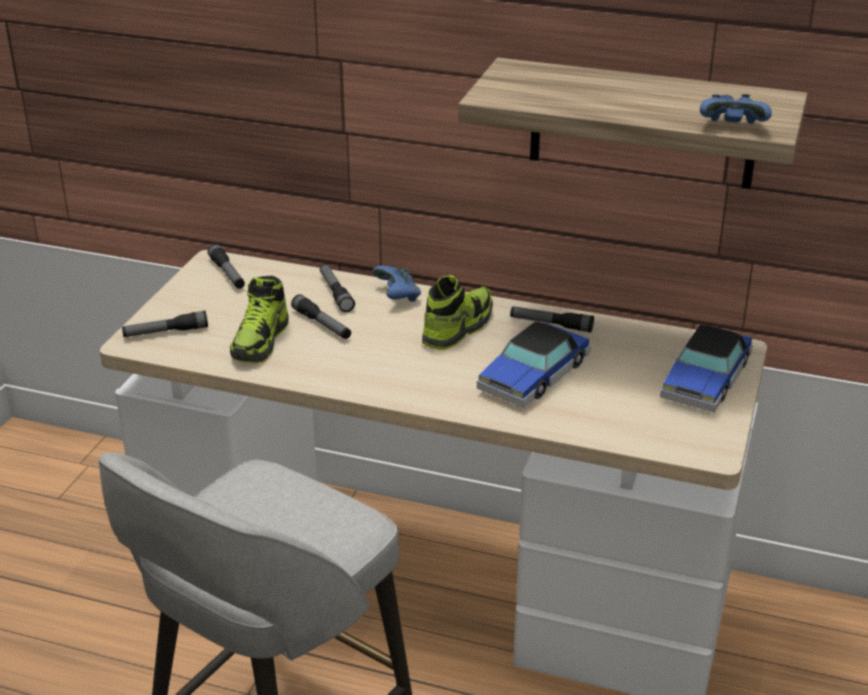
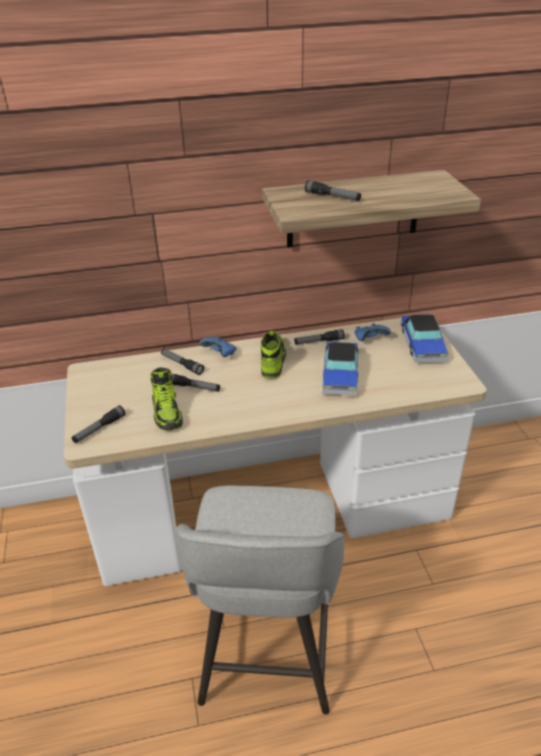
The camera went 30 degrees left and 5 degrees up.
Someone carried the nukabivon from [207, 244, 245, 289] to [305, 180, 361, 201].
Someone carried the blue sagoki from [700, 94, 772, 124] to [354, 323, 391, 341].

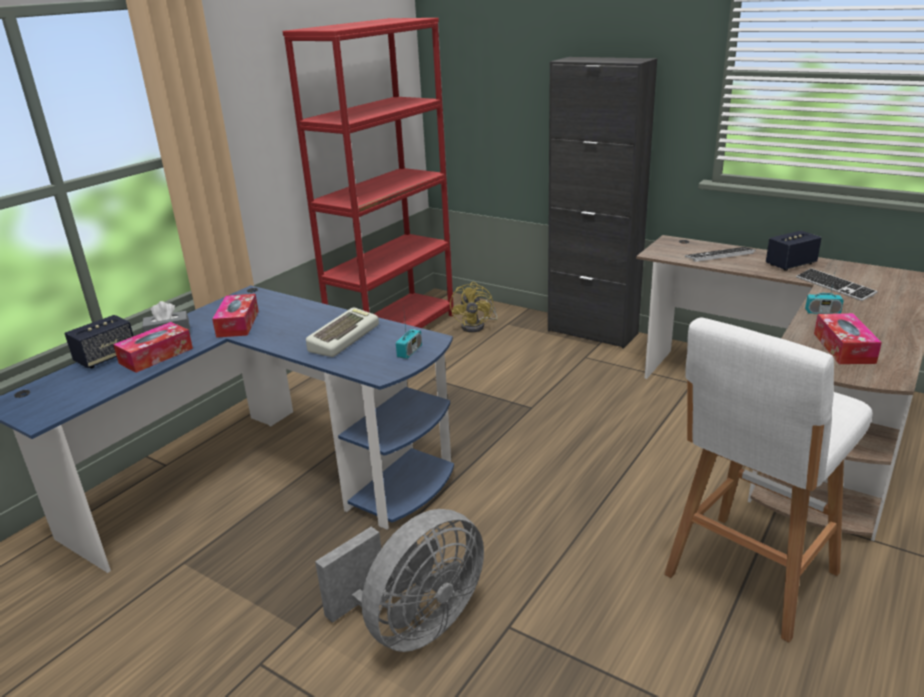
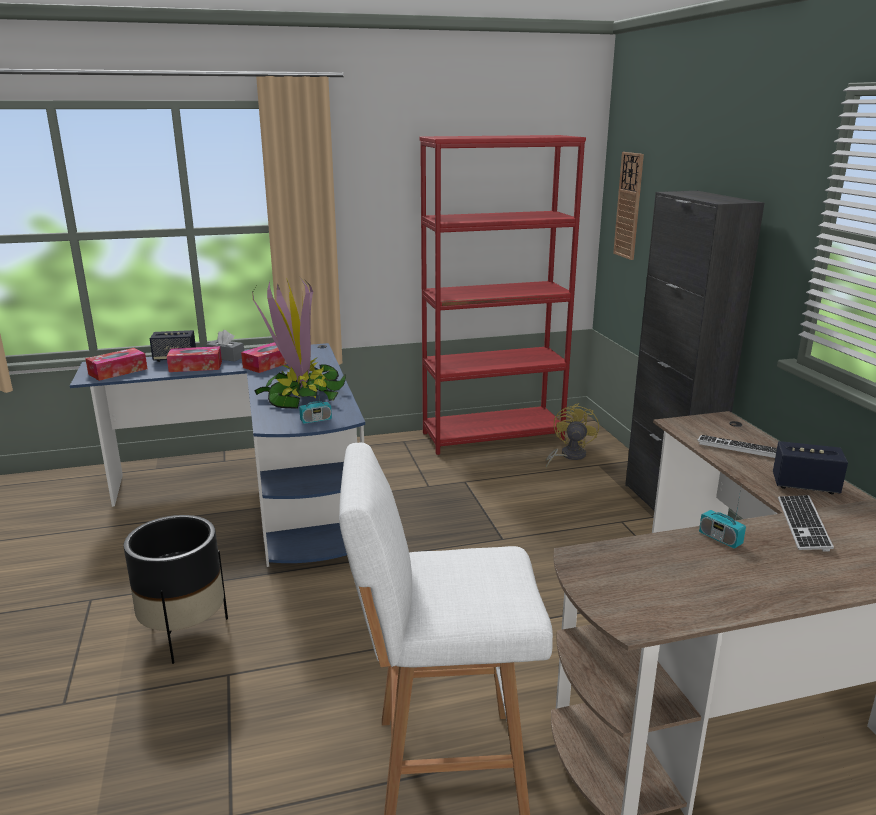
The camera went 40 degrees right and 5 degrees down.
Someone put up the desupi at [613, 152, 644, 260].
Someone carried the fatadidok from [814, 313, 882, 364] to [85, 348, 147, 381].
Someone swapped the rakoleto at [306, 307, 379, 357] for the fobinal at [252, 278, 346, 409].
Someone swapped the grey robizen at [315, 509, 484, 652] for the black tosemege at [123, 515, 228, 664].
Someone rotated the yellow robizen at [450, 282, 498, 332] by 150 degrees clockwise.

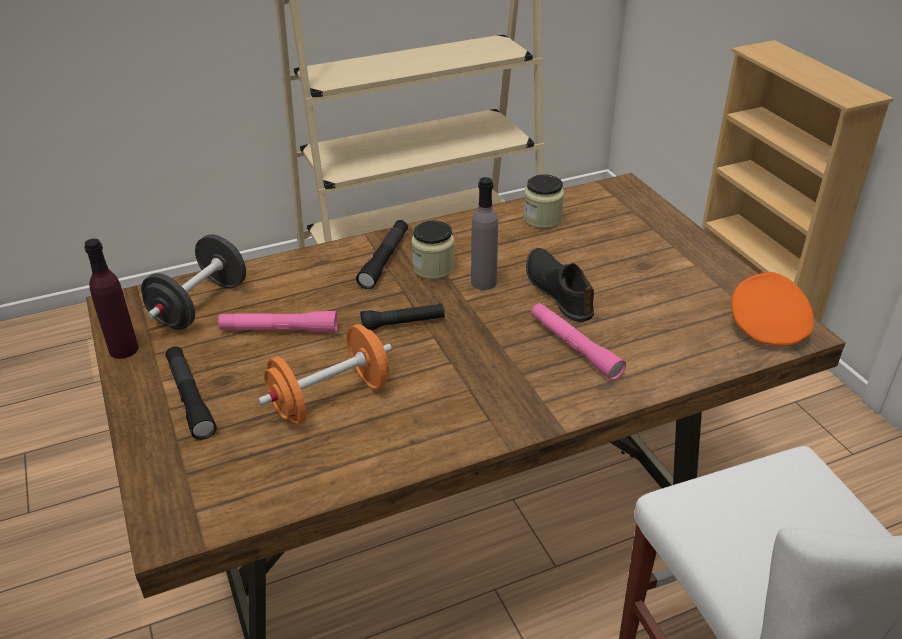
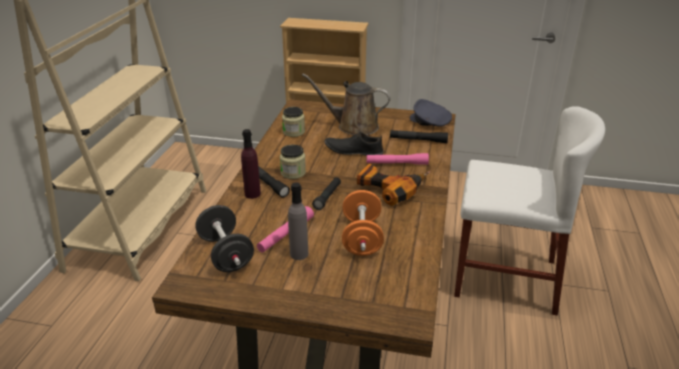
The camera went 55 degrees left and 5 degrees down.
Someone put down the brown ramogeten at [302, 74, 391, 135].
Someone put down the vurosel at [357, 164, 430, 206].
Someone carried the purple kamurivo from [84, 239, 139, 359] to [241, 129, 261, 199].
Someone carried the black nukabivon from [166, 346, 216, 440] to [390, 130, 448, 143].
Someone carried the grey kamurivo from [471, 177, 498, 290] to [288, 182, 308, 260].
Someone repainted the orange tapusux at [731, 272, 814, 346], which became the grey tapusux at [410, 99, 452, 127].

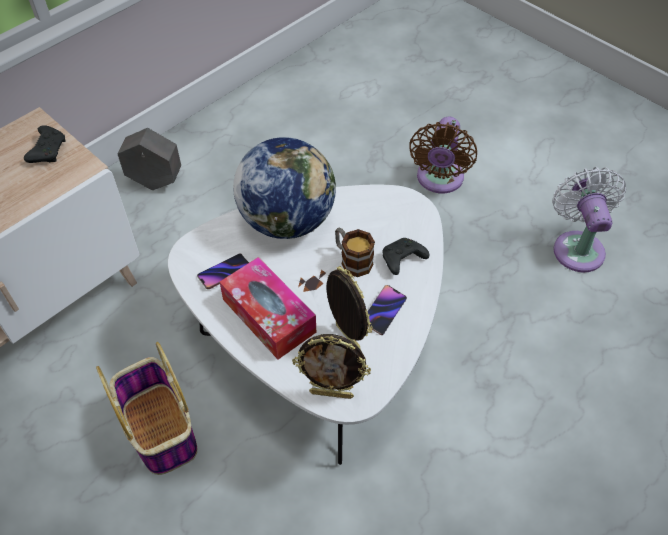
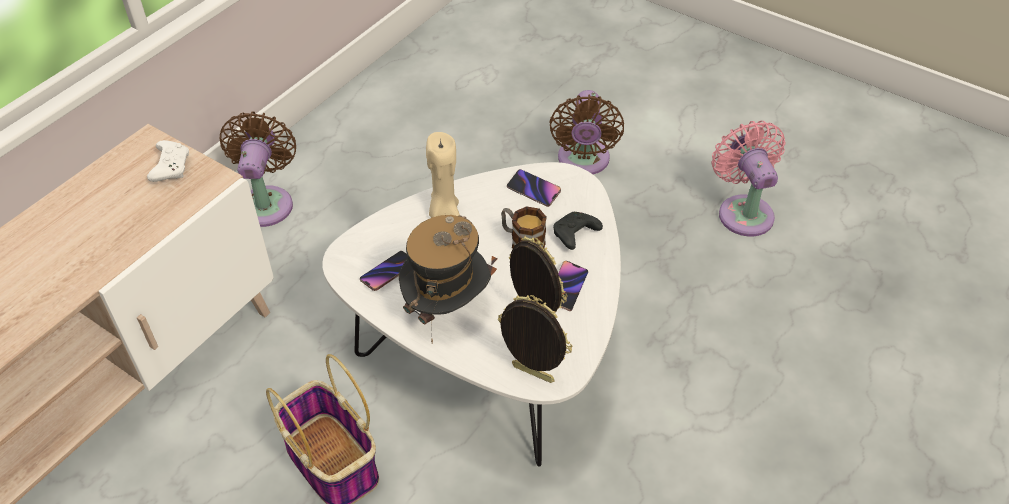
The camera went 10 degrees left and 5 degrees down.
Someone put down the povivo at [507, 169, 561, 207].
Someone swapped the grey tosemege at [118, 128, 181, 190] for the brown robizen at [220, 111, 296, 227].
Someone swapped the fatadidok at [220, 257, 316, 359] for the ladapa at [399, 215, 491, 343].
Someone swapped the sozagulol at [233, 137, 336, 239] for the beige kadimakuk at [426, 132, 460, 218].
Someone repainted the black sagoki at [24, 125, 66, 163], which became the white sagoki at [147, 140, 189, 182].
Someone repainted the white robizen at [552, 167, 626, 273], which became the pink robizen at [712, 121, 786, 236].
Someone rotated the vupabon at [292, 334, 371, 399] by 150 degrees counterclockwise.

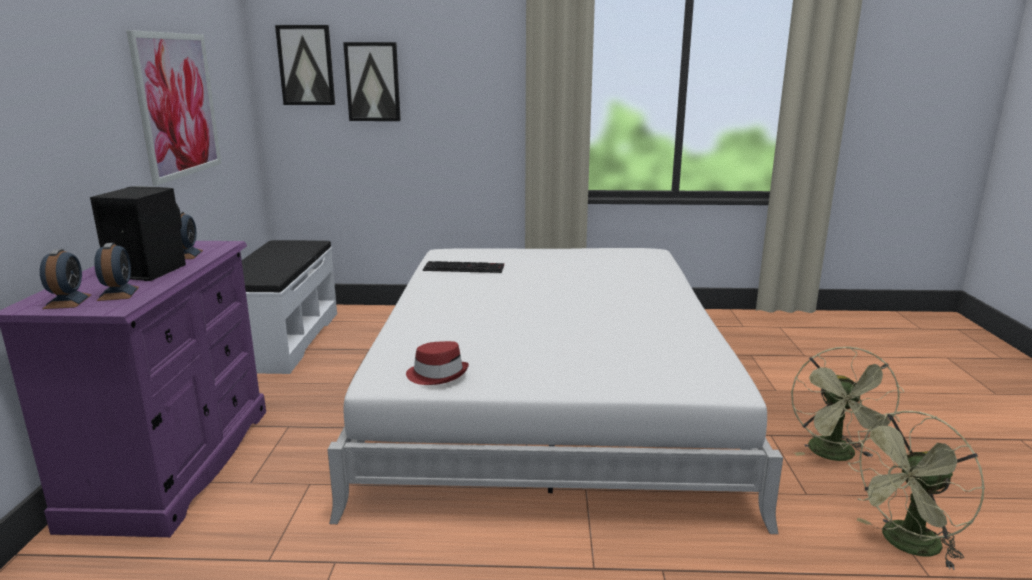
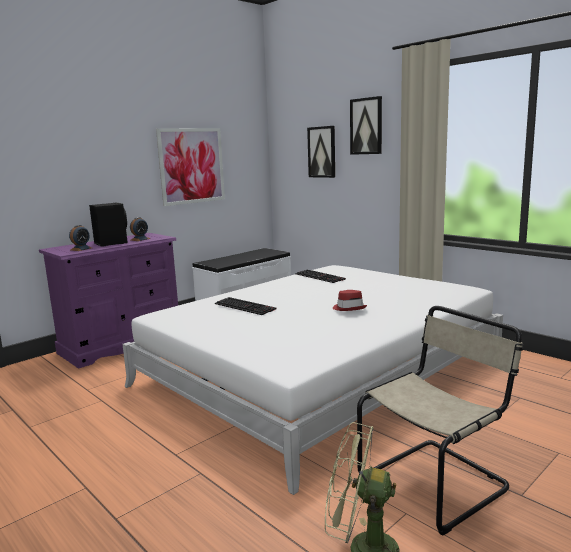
The camera went 45 degrees right and 5 degrees down.
Someone took away the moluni at [40, 249, 92, 309].
Someone put down the rakoleto at [215, 297, 277, 315].
Someone carried the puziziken from [275, 25, 335, 105] to [350, 96, 382, 155].
Someone carried the red ladapa from [406, 341, 469, 385] to [333, 290, 367, 311].
Someone swapped the green robizen at [791, 346, 904, 461] for the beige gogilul at [357, 306, 523, 535].

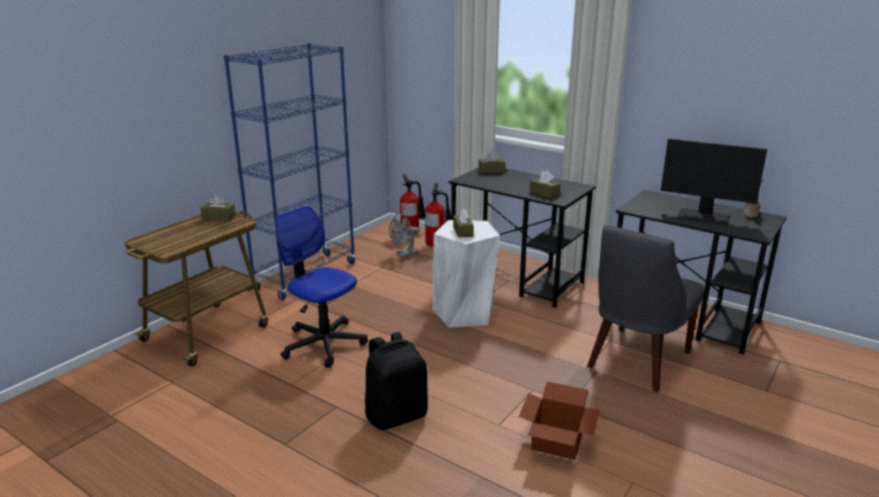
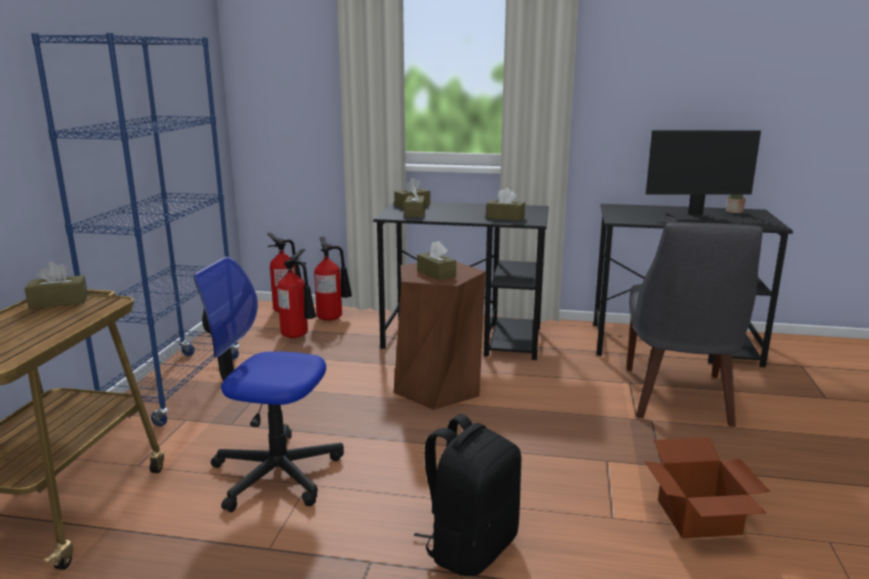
The camera went 25 degrees left and 5 degrees down.
Someone put down the brown fatadidok at [405, 184, 425, 217].
Someone swapped the grey robizen at [389, 214, 420, 258] for the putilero at [277, 249, 316, 338].
Someone repainted the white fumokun at [433, 220, 500, 327], which became the brown fumokun at [394, 262, 486, 410].

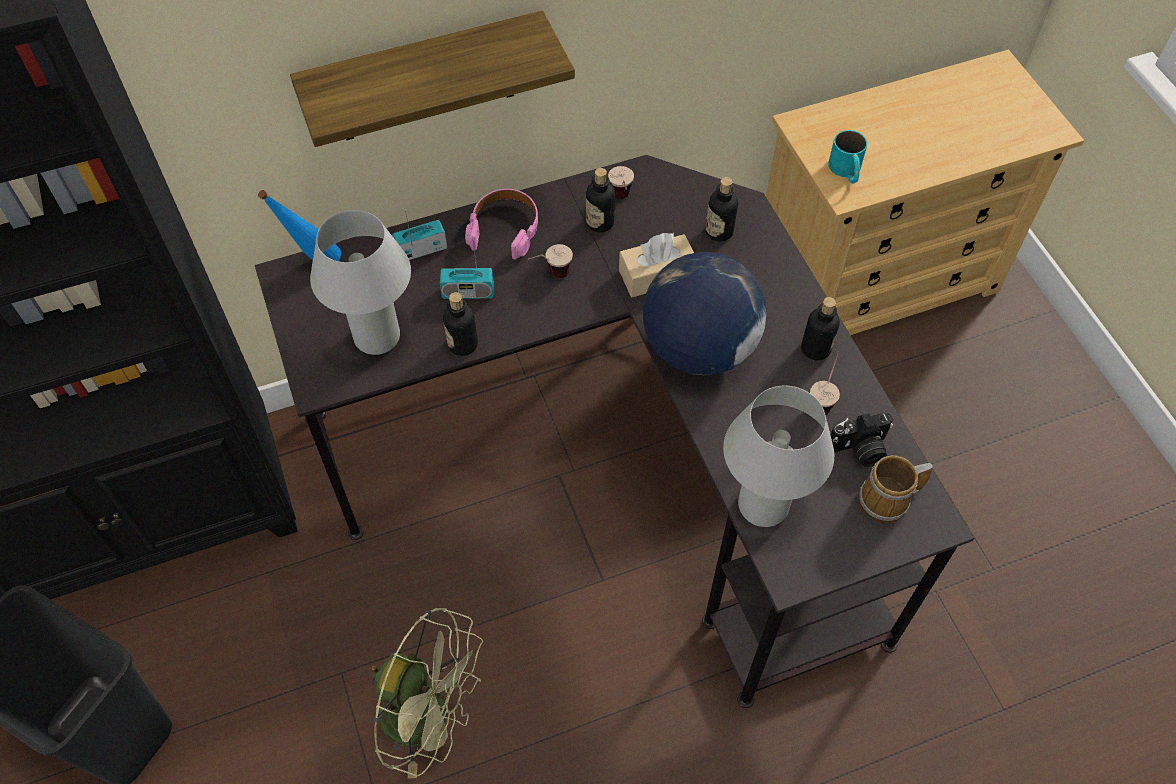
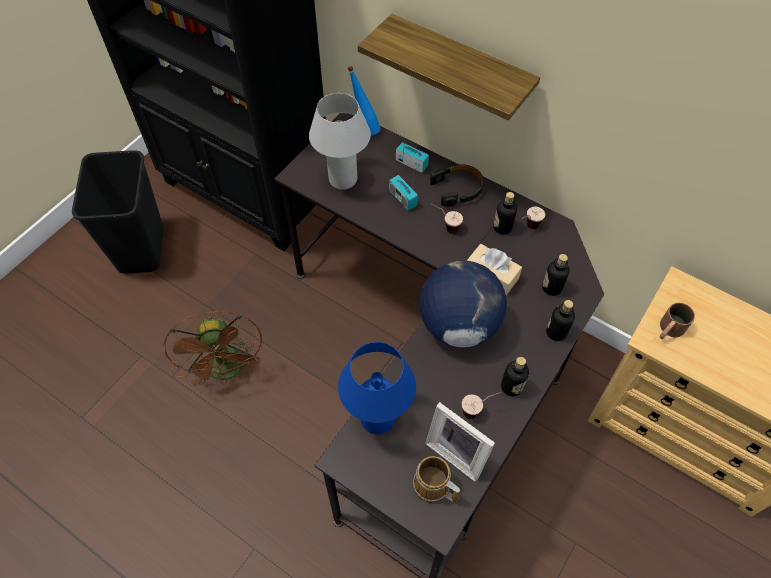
The camera went 55 degrees right and 0 degrees up.
Someone carried the kamurivo from [443, 292, 478, 356] to [546, 300, 575, 341].
Someone swapped the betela at [831, 413, 893, 467] for the vupabon at [425, 402, 495, 482].
Someone repainted the green robizen at [372, 608, 483, 778], which became the brown robizen at [163, 311, 263, 386].
Someone repainted the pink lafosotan at [465, 189, 538, 260], which became the black lafosotan at [430, 164, 483, 207].
Someone repainted the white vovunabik at [723, 386, 834, 527], which became the blue vovunabik at [338, 342, 416, 434].
Someone repainted the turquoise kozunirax at [828, 130, 867, 183], which became the brown kozunirax at [660, 302, 695, 339].

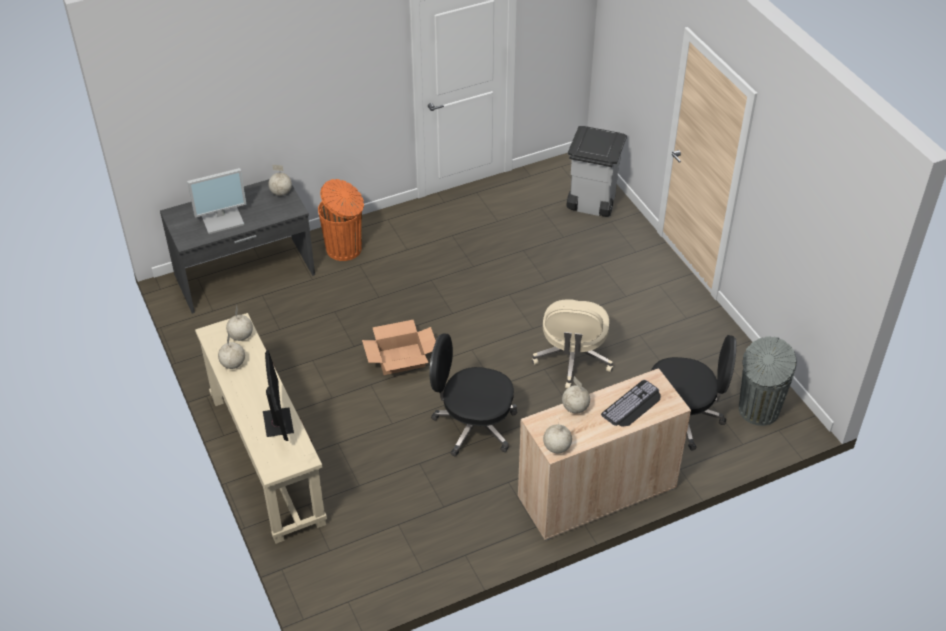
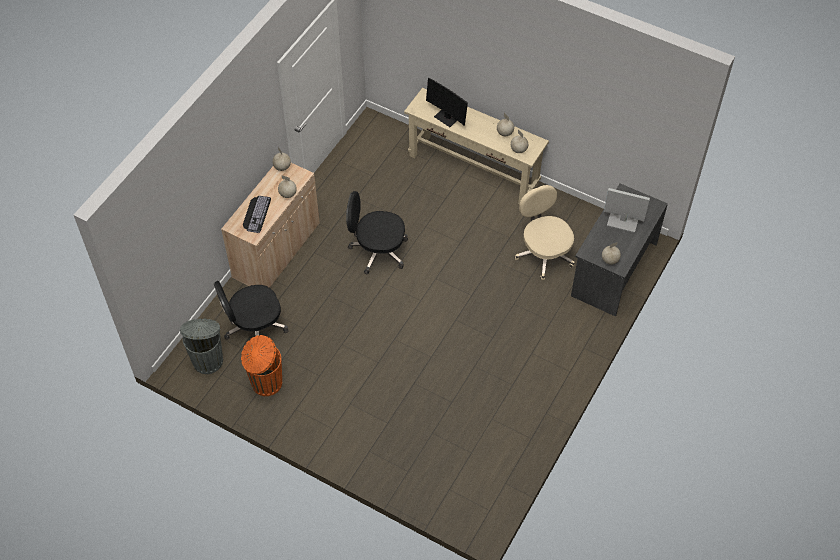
The camera went 145 degrees right and 10 degrees up.
Someone took away the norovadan at [362, 320, 436, 375].
Someone took away the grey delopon at [566, 126, 627, 217].
Someone carried the orange delopon from [318, 179, 364, 261] to [241, 335, 282, 396].
Someone carried the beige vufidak from [532, 299, 613, 388] to [514, 185, 575, 280].
Someone rotated the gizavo at [187, 168, 247, 234] by 75 degrees clockwise.
Someone rotated the black vufidak at [429, 333, 517, 456] by 150 degrees counterclockwise.

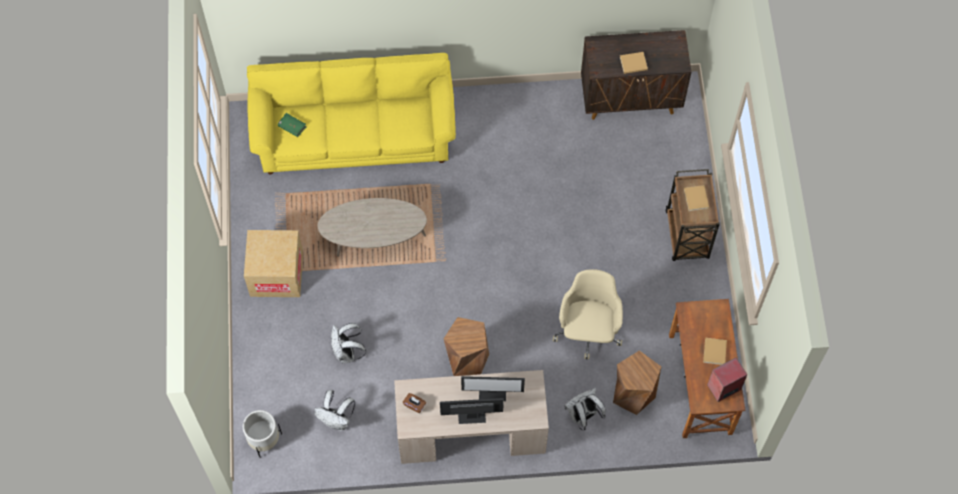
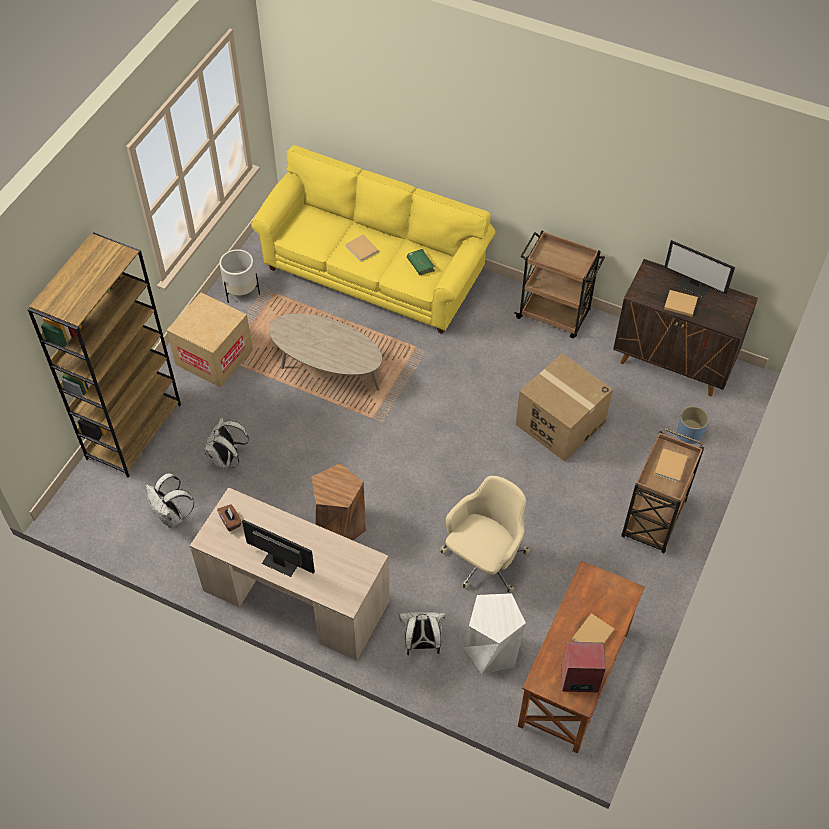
The camera went 30 degrees right and 10 degrees down.
Someone put down the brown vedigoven at [27, 232, 181, 478].
Someone put down the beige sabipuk at [346, 235, 379, 262].
Someone put down the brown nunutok at [514, 231, 605, 338].
Someone put down the norovadan at [516, 353, 613, 462].
Someone put down the blue tosemege at [677, 406, 709, 444].
Someone carried the white tosemege from [243, 410, 282, 458] to [219, 249, 260, 303].
Someone carried the green sabipuk from [278, 113, 306, 137] to [407, 249, 435, 275].
Someone carried the gizavo from [461, 376, 525, 401] to [664, 240, 735, 298].
Someone repainted the brown fumokun at [613, 350, 661, 415], which became the white fumokun at [464, 593, 526, 674].

